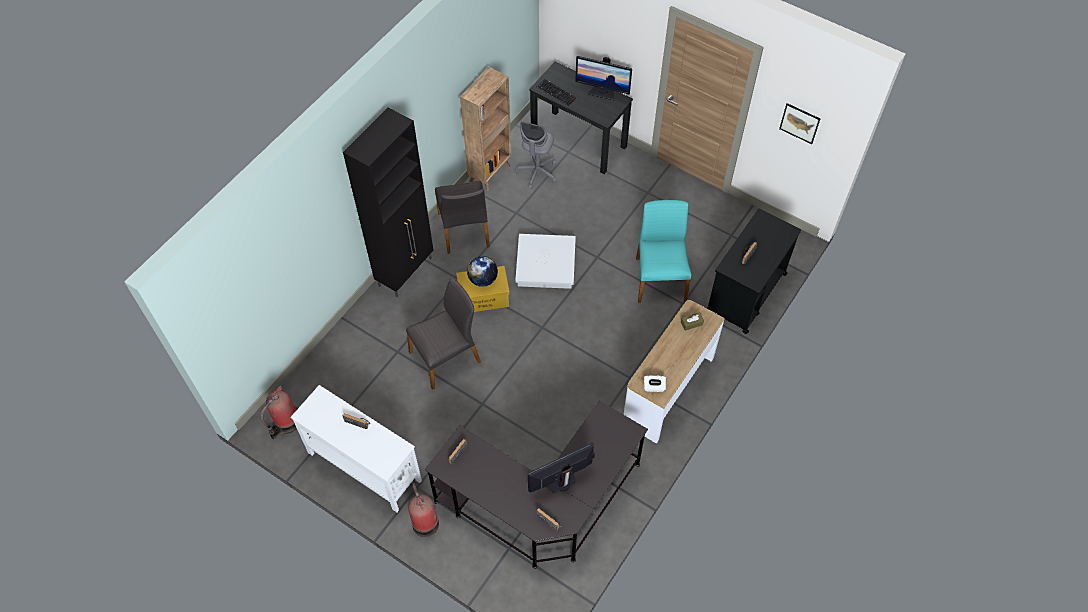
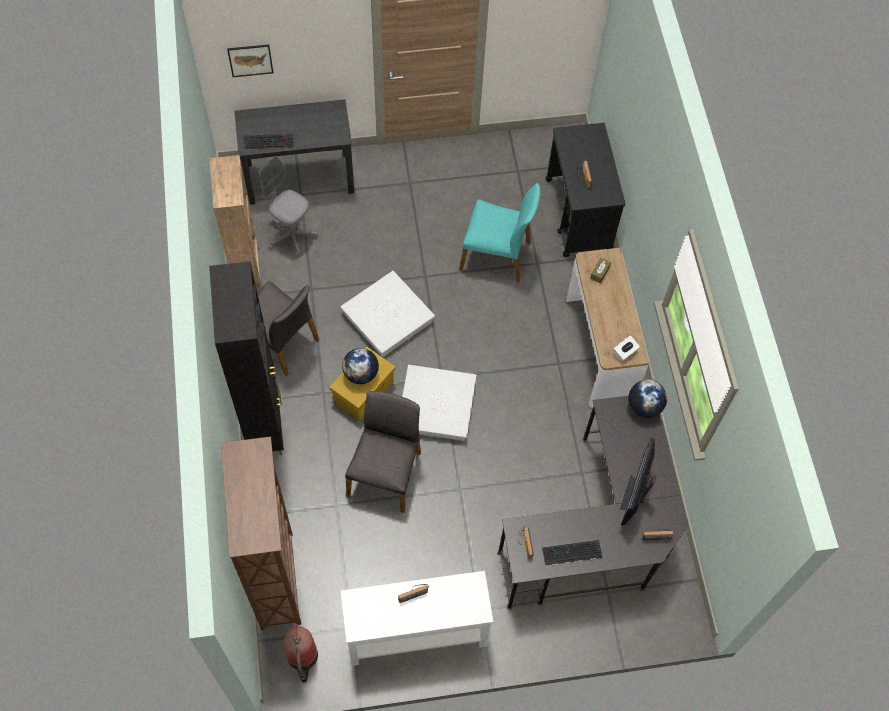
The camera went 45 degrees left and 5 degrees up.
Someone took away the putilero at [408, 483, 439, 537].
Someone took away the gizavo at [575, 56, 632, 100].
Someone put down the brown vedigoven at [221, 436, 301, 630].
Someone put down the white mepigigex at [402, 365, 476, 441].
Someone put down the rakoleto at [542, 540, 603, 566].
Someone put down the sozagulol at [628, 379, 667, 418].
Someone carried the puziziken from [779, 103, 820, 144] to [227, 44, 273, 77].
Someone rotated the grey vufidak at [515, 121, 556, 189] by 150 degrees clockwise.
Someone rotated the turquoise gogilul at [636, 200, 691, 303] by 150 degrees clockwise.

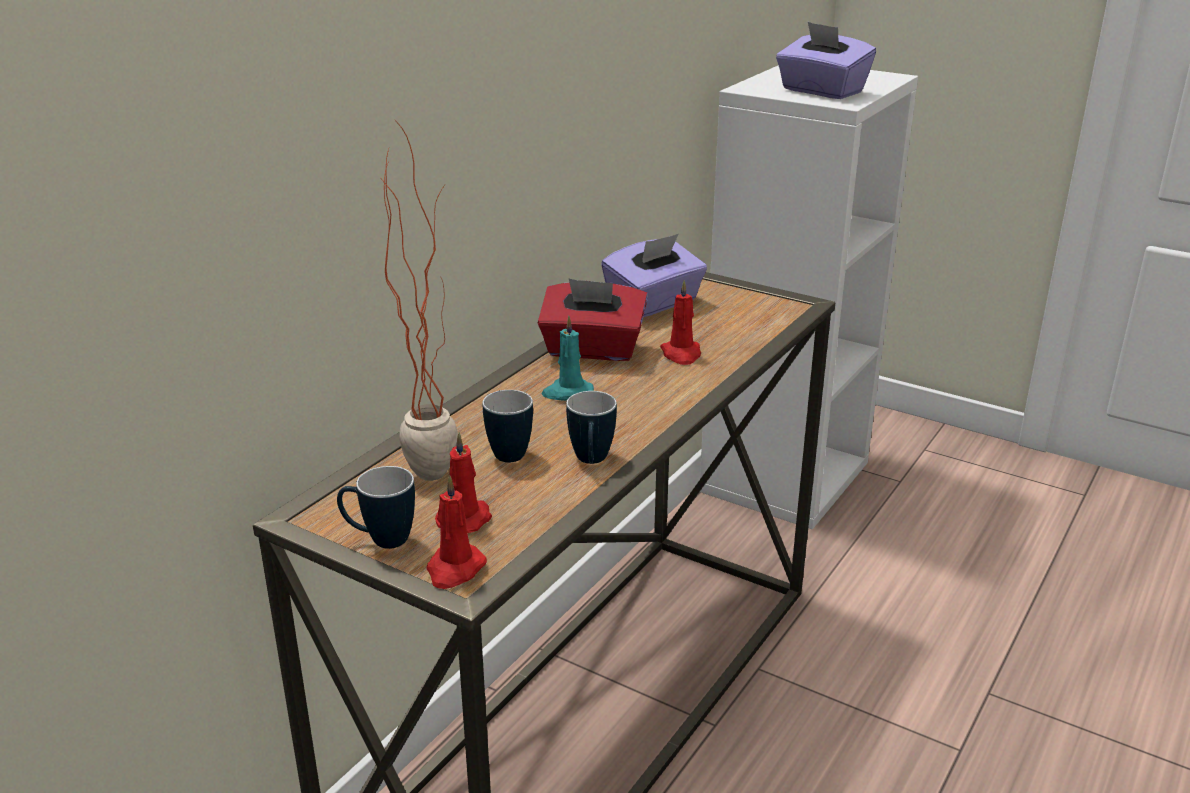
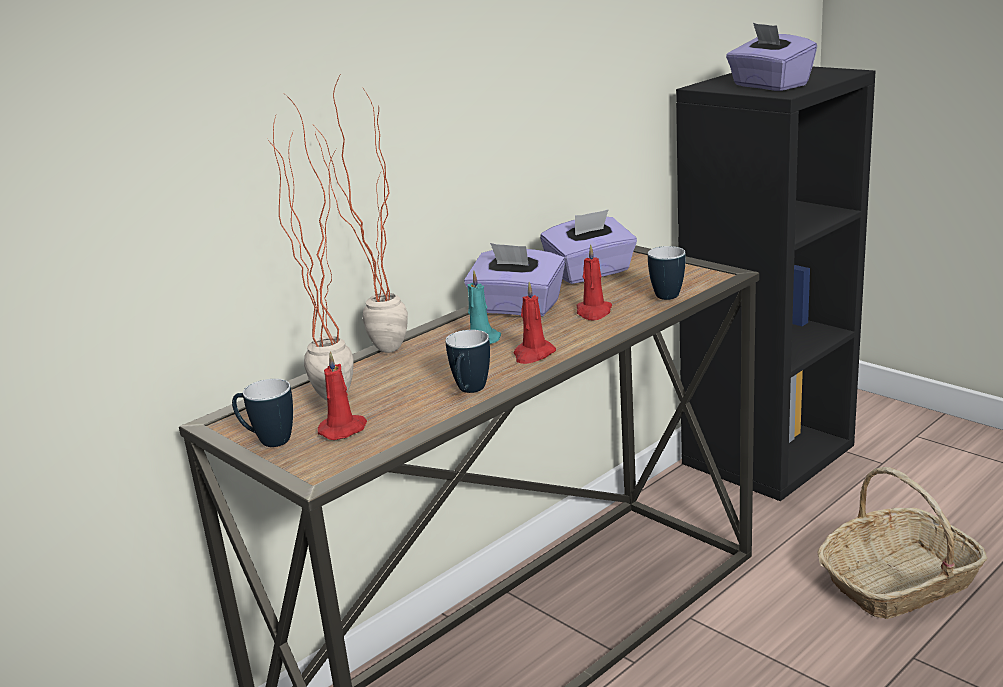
The camera went 15 degrees right and 5 degrees down.
Someone put down the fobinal at [314, 75, 408, 353].
Someone put down the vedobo at [817, 467, 987, 619].
Someone carried the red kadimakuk from [426, 475, 487, 589] to [514, 282, 556, 364].
Someone carried the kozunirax from [483, 390, 533, 462] to [648, 246, 686, 300].
Someone repainted the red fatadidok at [538, 279, 648, 361], which became the purple fatadidok at [464, 243, 565, 316].
Someone repainted the white vedigoven at [700, 65, 918, 529], which became the black vedigoven at [676, 67, 876, 501].

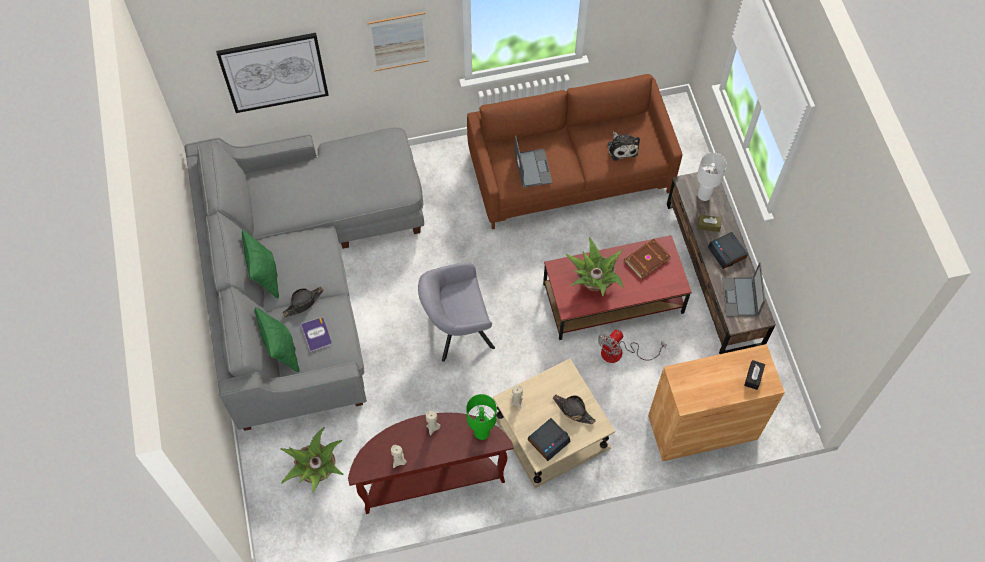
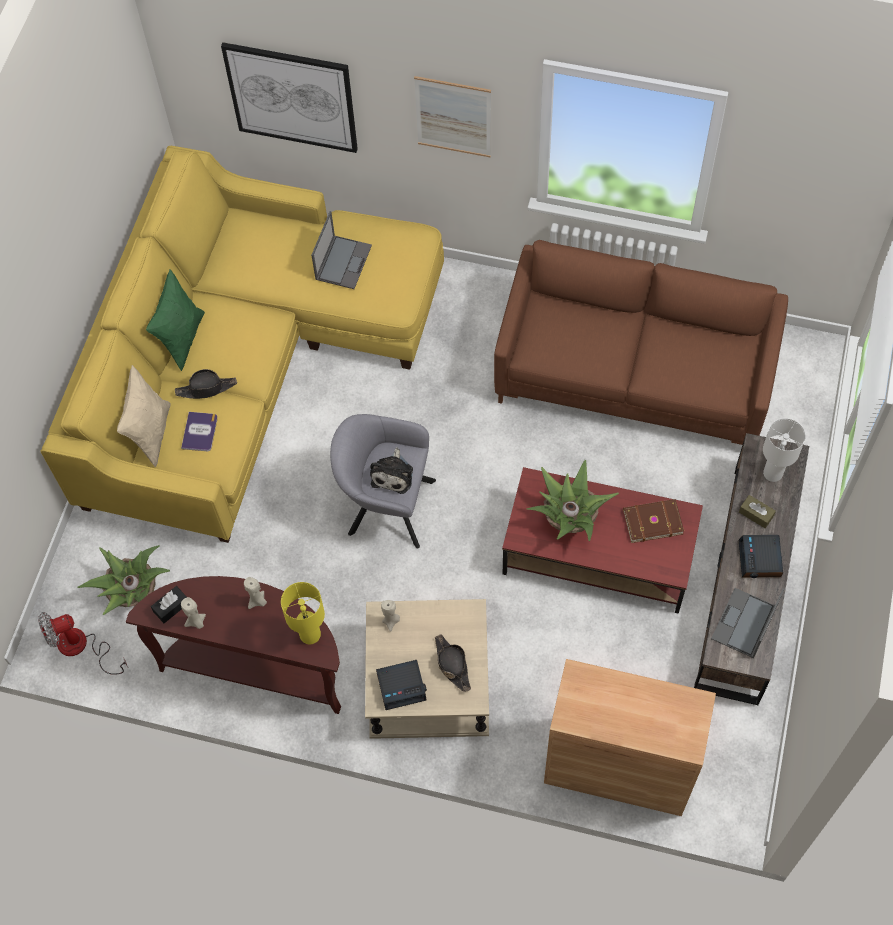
The camera went 30 degrees right and 0 degrees up.
Someone carried the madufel from [515, 136, 553, 188] to [311, 211, 372, 289].
Someone carried the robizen from [598, 330, 666, 363] to [38, 612, 128, 675].
Someone carried the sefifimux from [608, 131, 640, 161] to [370, 447, 413, 494].
Someone carried the black fatadidok from [744, 360, 765, 390] to [151, 586, 187, 623].
Someone repainted the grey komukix at [184, 127, 424, 431], which became the yellow komukix at [40, 146, 444, 543].
Someone repainted the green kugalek at [255, 307, 300, 372], which became the beige kugalek at [117, 365, 171, 467].
Someone repainted the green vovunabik at [466, 394, 497, 440], which became the yellow vovunabik at [281, 582, 325, 644].

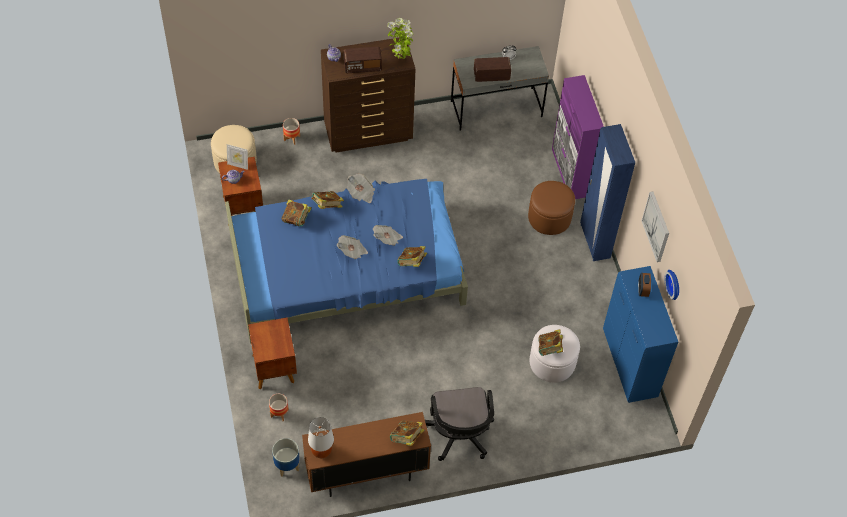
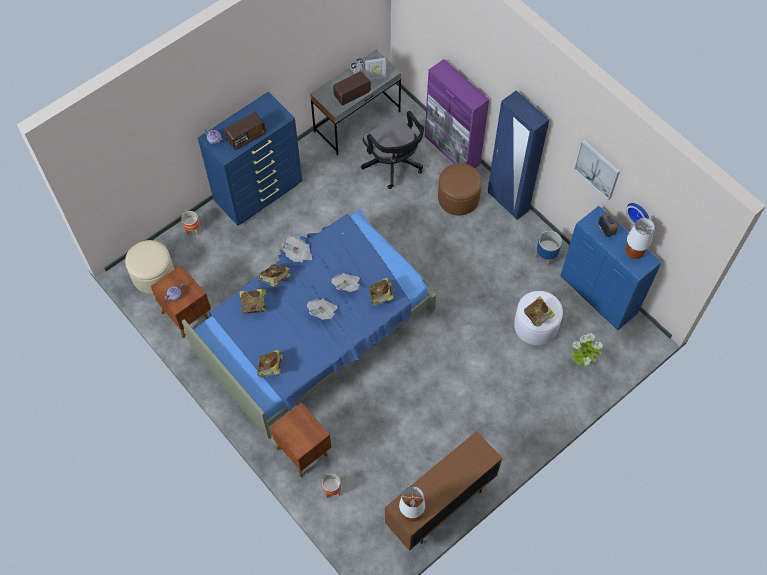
The camera went 25 degrees left and 5 degrees up.
Someone put down the white vovunabik at [625, 218, 655, 259].
Someone carried the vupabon from [227, 144, 248, 170] to [365, 58, 386, 80].
Someone carried the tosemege from [272, 438, 300, 476] to [535, 231, 562, 266].
Someone carried the fobinal from [387, 18, 413, 59] to [571, 333, 603, 367].
Someone carried the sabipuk from [390, 420, 424, 446] to [257, 350, 283, 379].
Someone carried the black vufidak from [425, 387, 494, 461] to [361, 111, 424, 189].
Someone repainted the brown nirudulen at [321, 38, 416, 152], which became the blue nirudulen at [198, 92, 302, 226].

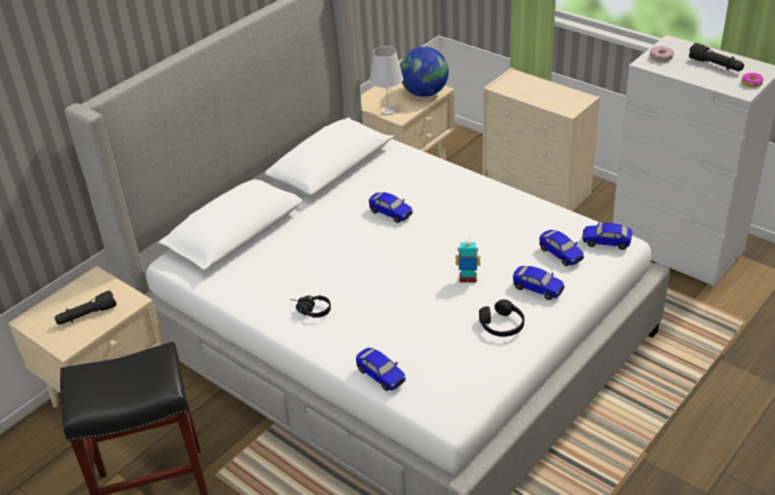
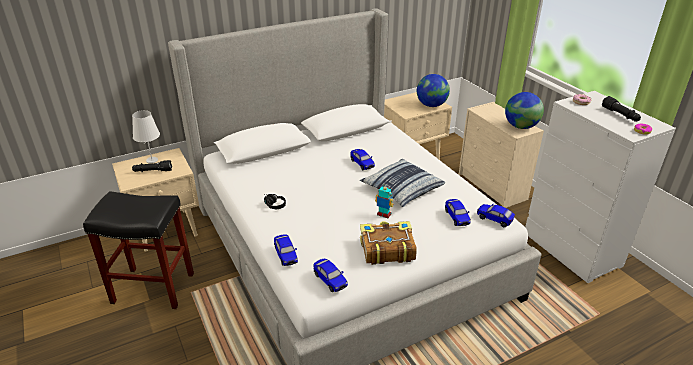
The camera went 20 degrees right and 5 degrees down.
Someone put down the kugalek at [360, 159, 445, 207].
Someone put down the sozagulol at [505, 92, 544, 129].
Someone carried the white vovunabik from [370, 46, 403, 115] to [132, 110, 160, 163].
Someone carried the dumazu from [513, 266, 564, 300] to [313, 259, 348, 292].
Someone swapped the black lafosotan at [479, 299, 524, 337] for the sabipuk at [360, 221, 417, 265].

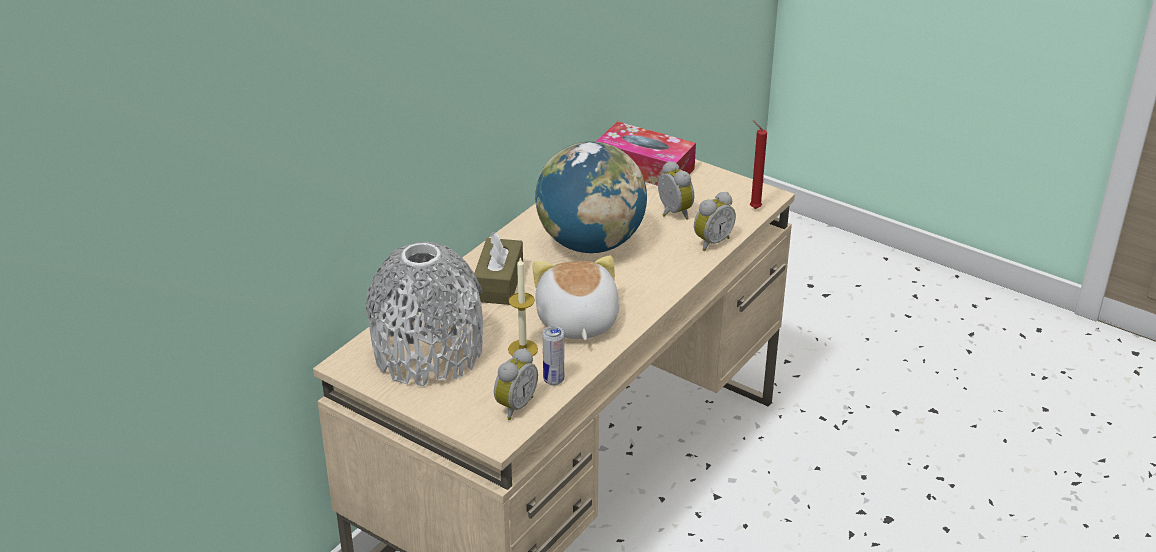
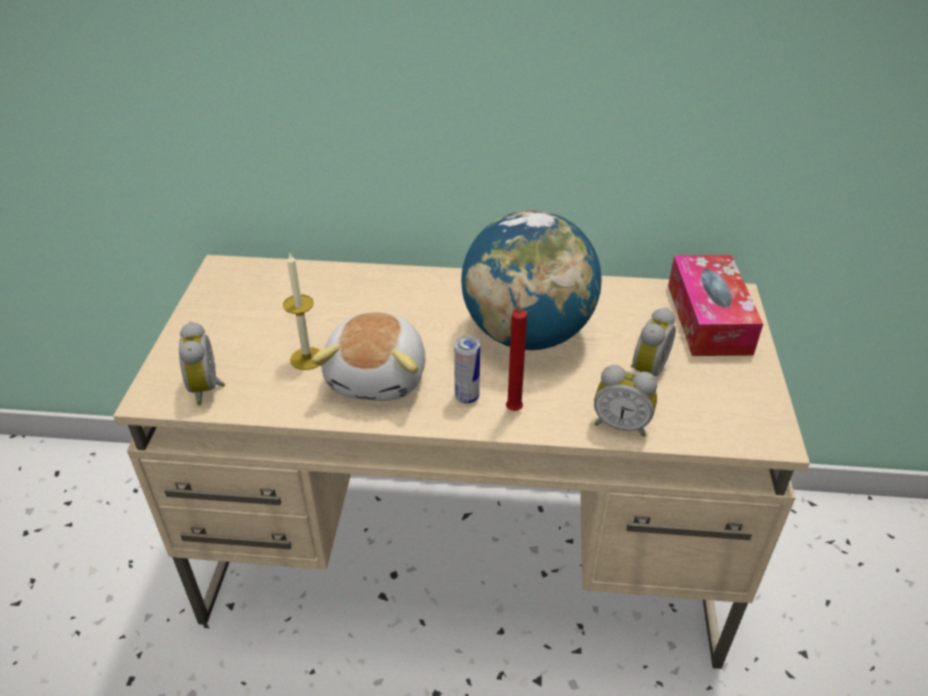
The camera went 60 degrees right and 5 degrees up.
Someone took away the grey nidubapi at [366, 242, 483, 386].
Someone took away the brown fatadidok at [474, 232, 523, 305].
Someone carried the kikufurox from [543, 326, 564, 385] to [454, 336, 480, 404].
Someone carried the red kadimakuk from [750, 120, 767, 209] to [506, 292, 527, 411].
Someone rotated the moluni at [494, 348, 538, 420] by 75 degrees clockwise.
Someone rotated the sefifimux at [532, 256, 619, 341] by 135 degrees clockwise.

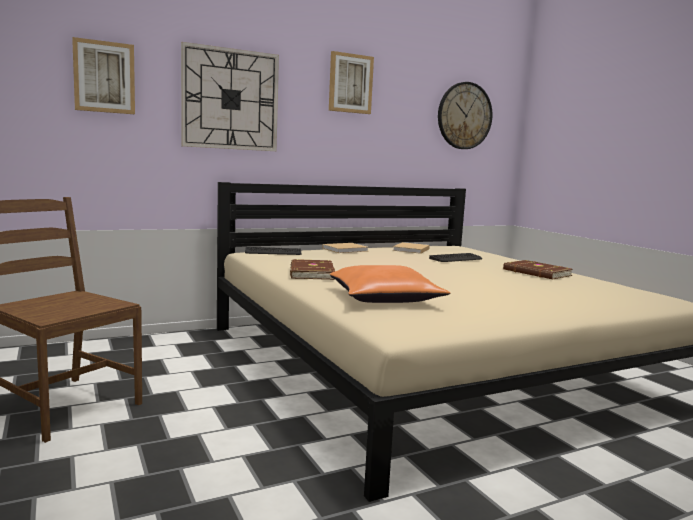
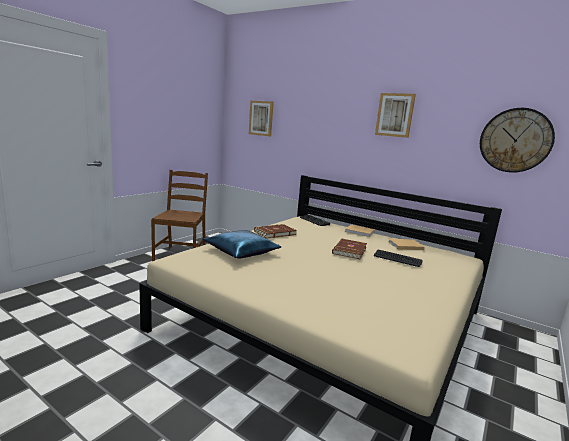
The camera went 60 degrees right and 5 degrees up.
Someone took away the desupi at [181, 42, 279, 151].
Someone carried the brown sabipuk from [503, 260, 573, 279] to [332, 239, 367, 259].
Someone repainted the orange kugalek at [330, 265, 450, 303], which became the blue kugalek at [202, 230, 281, 258].

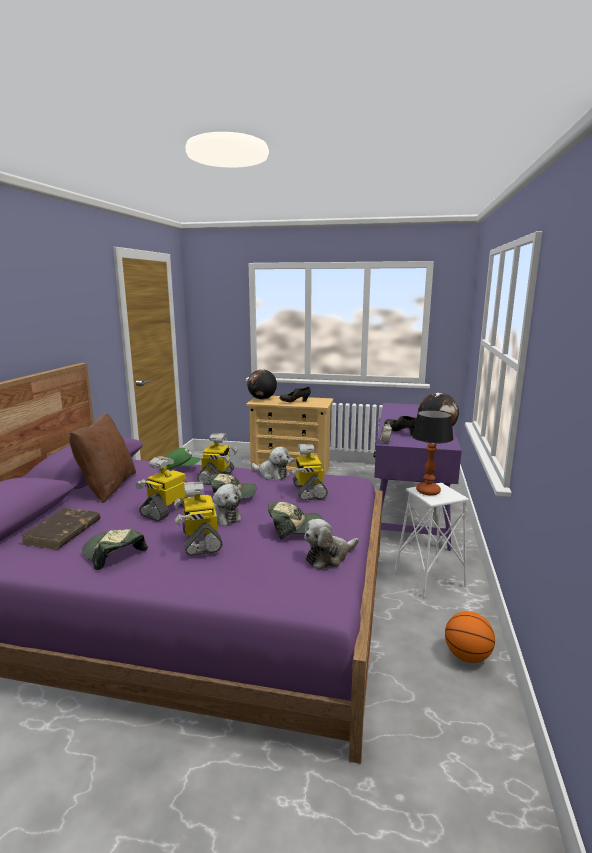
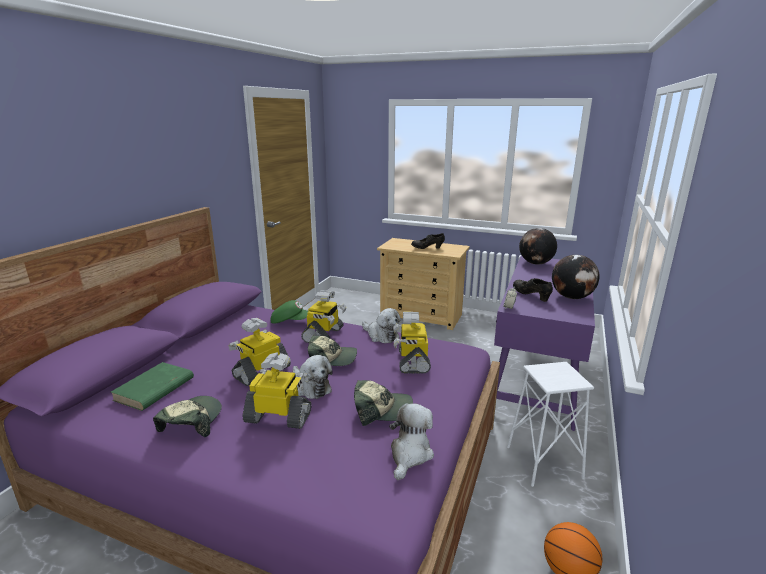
The camera went 10 degrees right and 5 degrees up.
Someone took away the brown kugalek at [69, 413, 136, 503].
Someone took away the vovunabik at [412, 410, 454, 495].
Someone carried the sozagulol from [247, 369, 277, 400] to [519, 228, 557, 265].
Someone repainted the brown sabipuk at [20, 508, 101, 549], which became the green sabipuk at [111, 362, 194, 411].
Someone rotated the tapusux at [82, 529, 148, 570] by 45 degrees clockwise.
Someone rotated the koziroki at [174, 482, 222, 556] by 105 degrees clockwise.
Someone rotated the sefifimux at [304, 519, 359, 569] by 135 degrees clockwise.

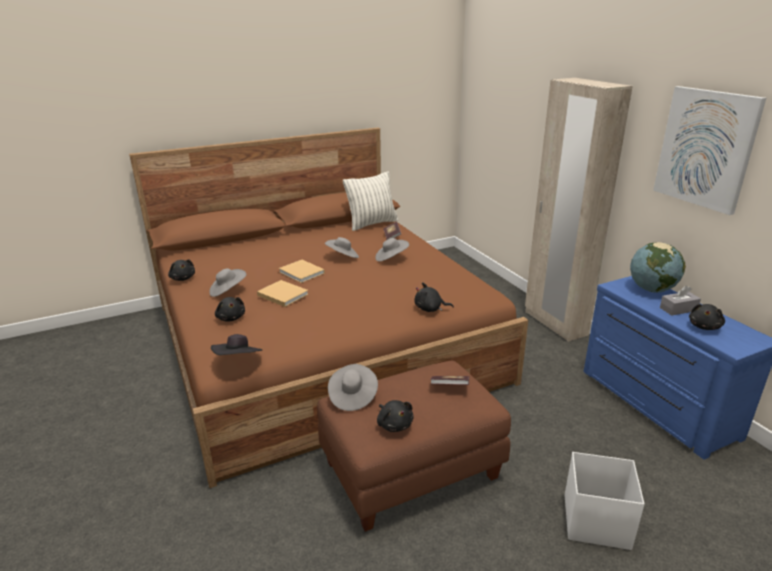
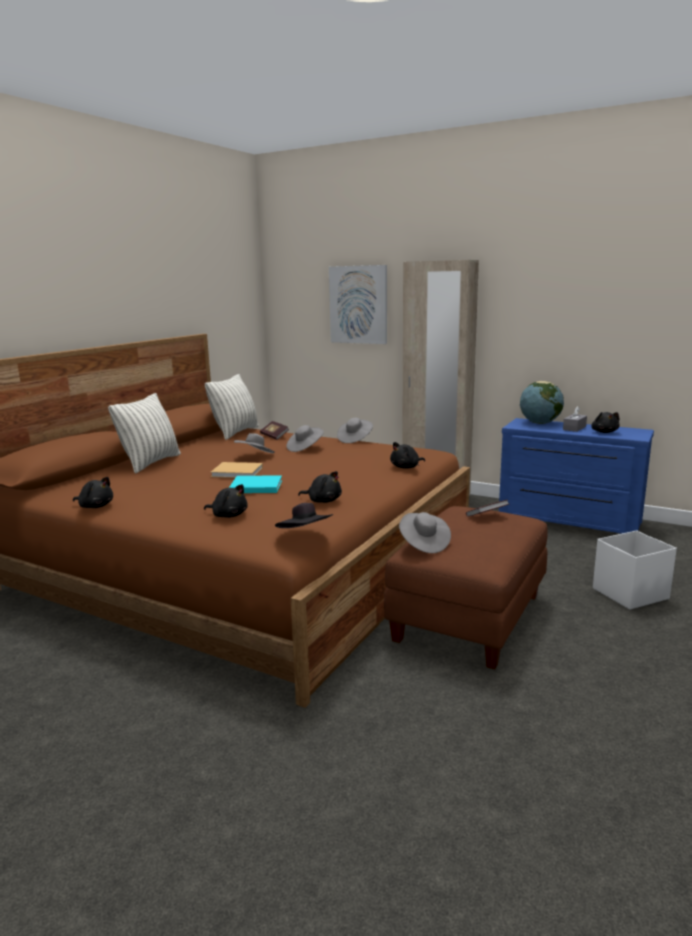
The camera went 35 degrees left and 10 degrees down.
Someone put down the kugalek at [108, 393, 181, 474].
Someone carried the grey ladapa from [209, 268, 246, 297] to [337, 418, 373, 443].
Someone carried the black sefifimux from [377, 400, 414, 432] to [298, 471, 342, 503].
Someone carried the puziziken from [653, 86, 766, 215] to [329, 265, 387, 344].
Someone repainted the beige sabipuk at [257, 280, 308, 307], which became the turquoise sabipuk at [229, 475, 282, 493].

